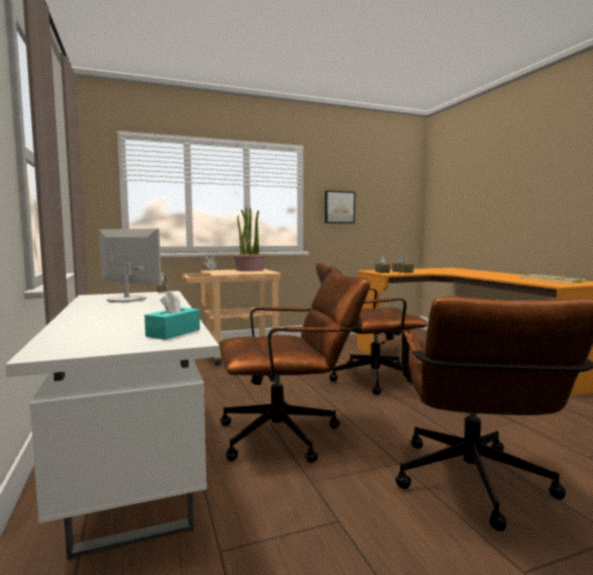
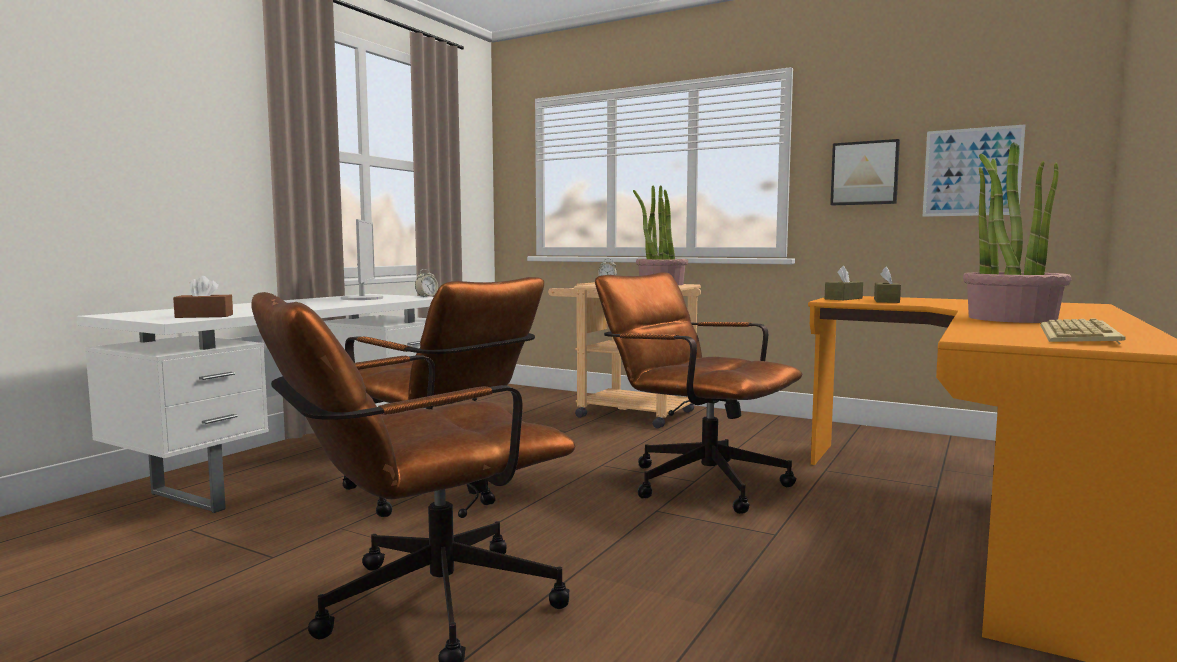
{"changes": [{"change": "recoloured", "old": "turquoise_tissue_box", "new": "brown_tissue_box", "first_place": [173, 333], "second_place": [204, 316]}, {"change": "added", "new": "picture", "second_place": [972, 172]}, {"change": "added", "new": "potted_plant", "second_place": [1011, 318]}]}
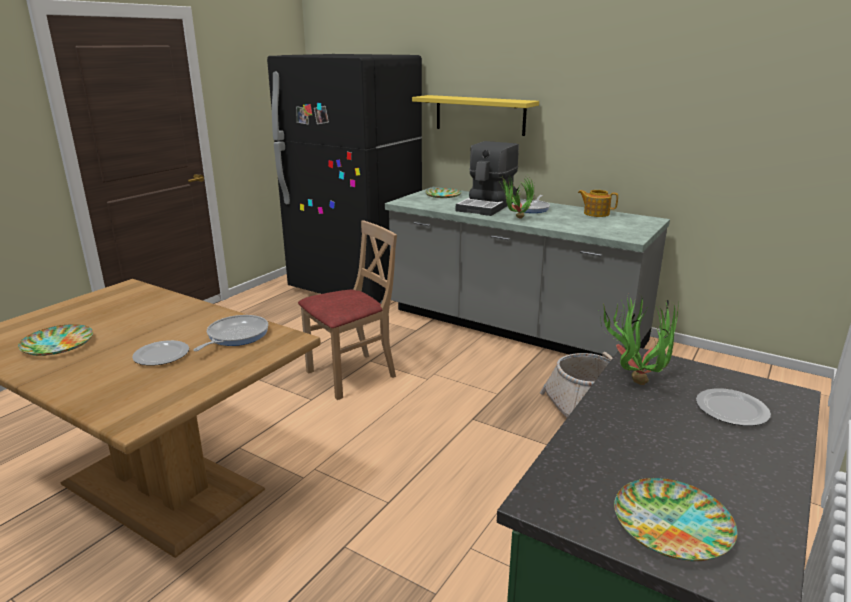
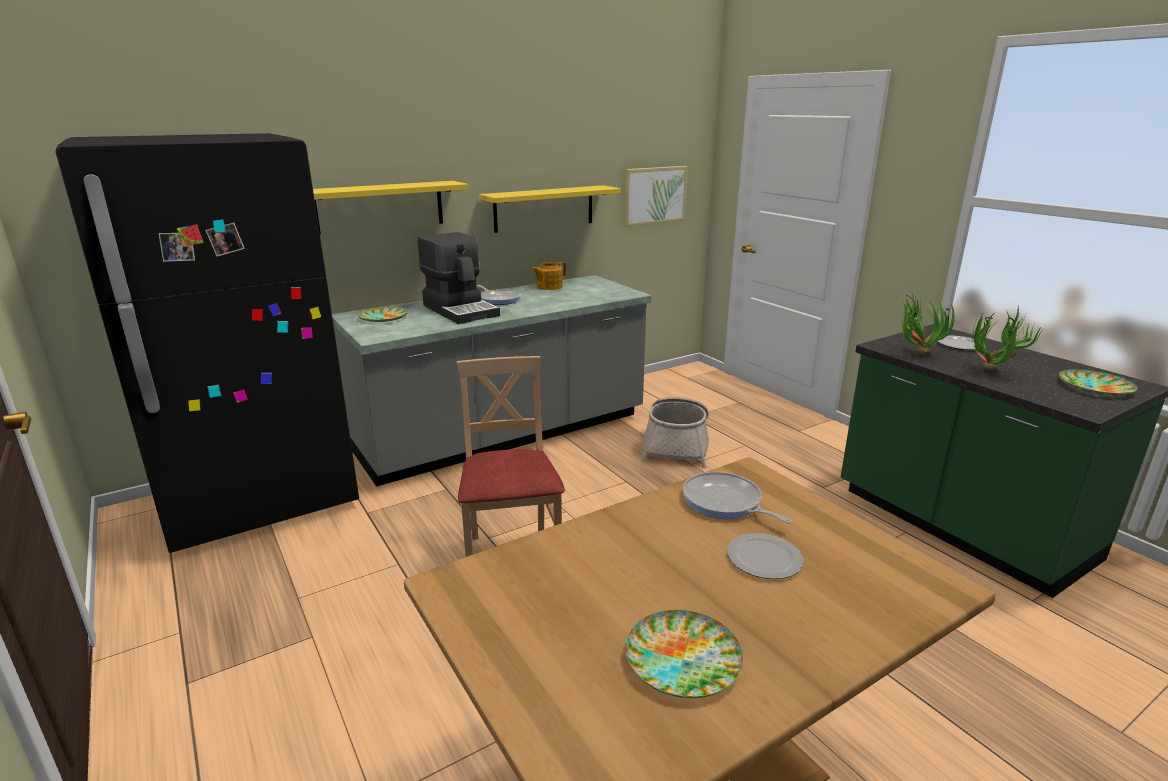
{"changes": [{"change": "added", "new": "yellow_shelf", "second_place": [544, 208]}, {"change": "added", "new": "picture", "second_place": [654, 195]}, {"change": "moved", "old": "potted_plant", "first_place": [515, 219], "second_place": [992, 373]}]}
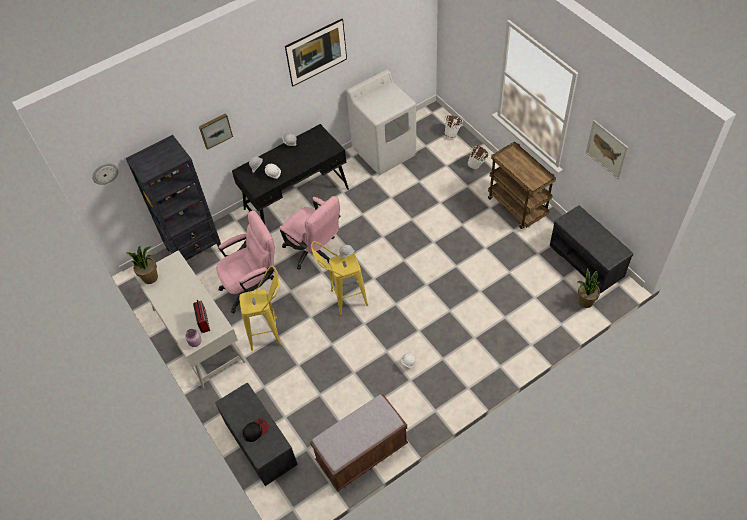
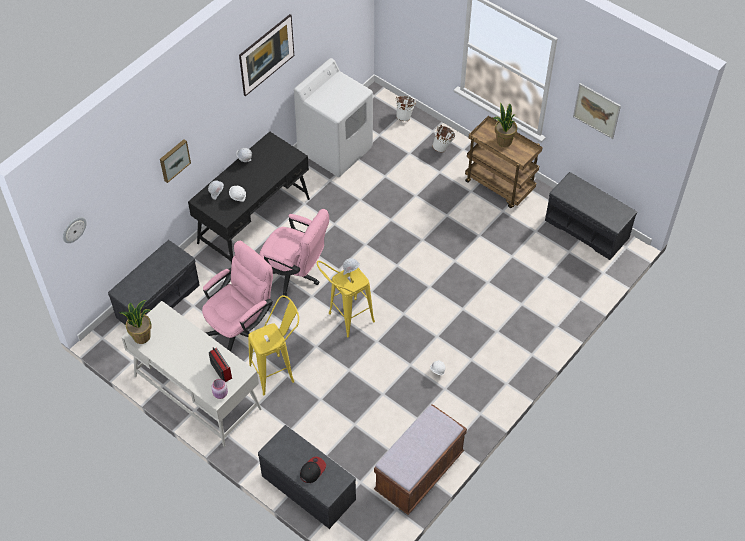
{"changes": [{"change": "replaced", "old": "black_bookcase", "new": "grey_bench", "first_place": [195, 250], "second_place": [158, 300]}, {"change": "moved", "old": "potted_plant", "first_place": [585, 301], "second_place": [503, 141]}]}
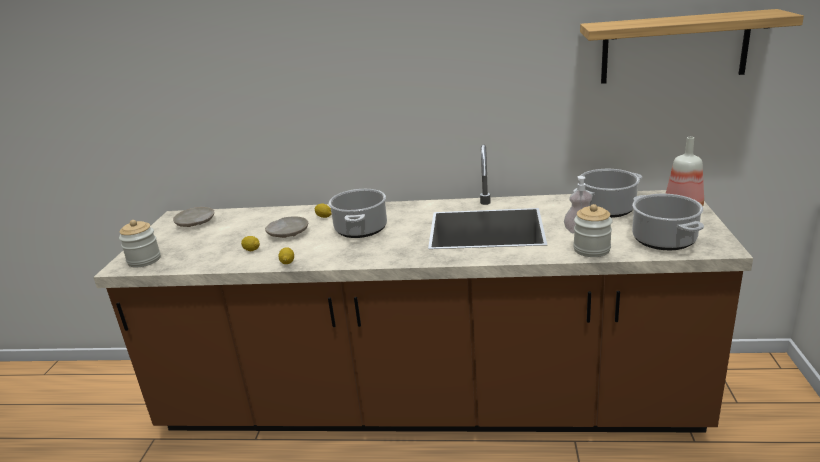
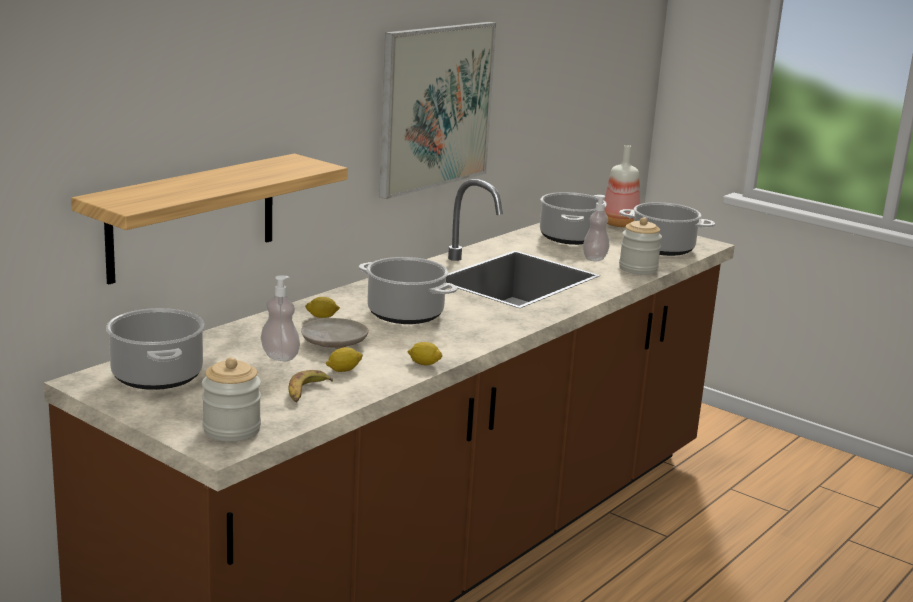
{"changes": [{"change": "moved", "old": "shelf", "first_place": [674, 48], "second_place": [192, 217]}, {"change": "replaced", "old": "beige_plate", "new": "cooking_pot", "first_place": [195, 223], "second_place": [158, 376]}, {"change": "added", "new": "soap_dispenser", "second_place": [280, 357]}, {"change": "added", "new": "banana", "second_place": [306, 392]}, {"change": "added", "new": "picture", "second_place": [435, 107]}]}
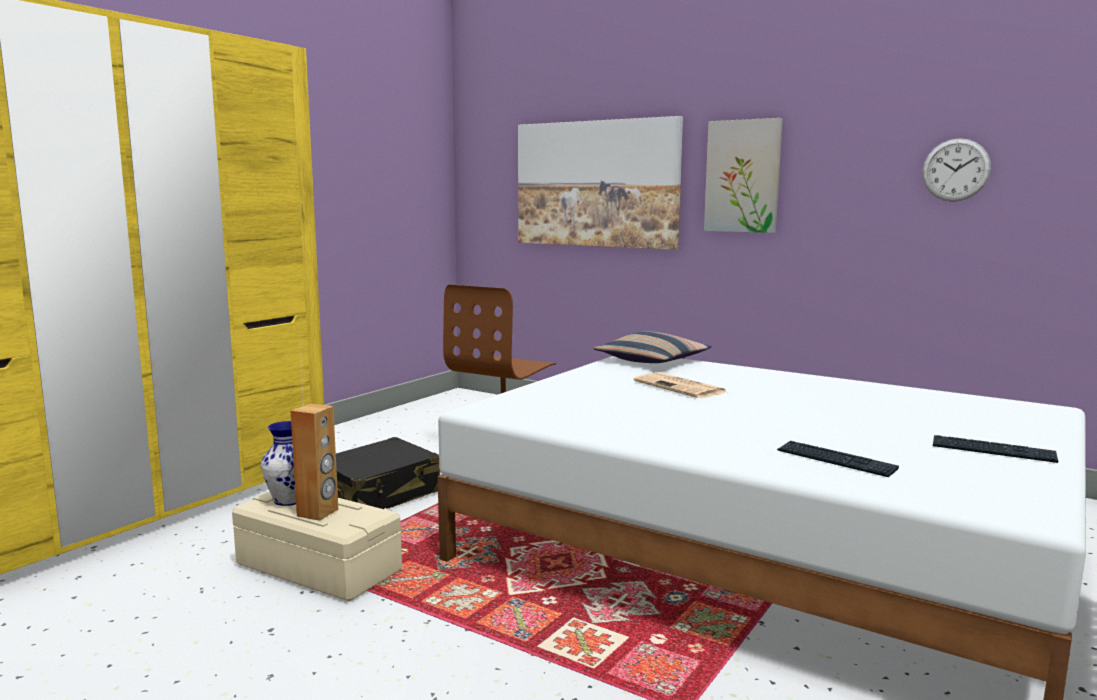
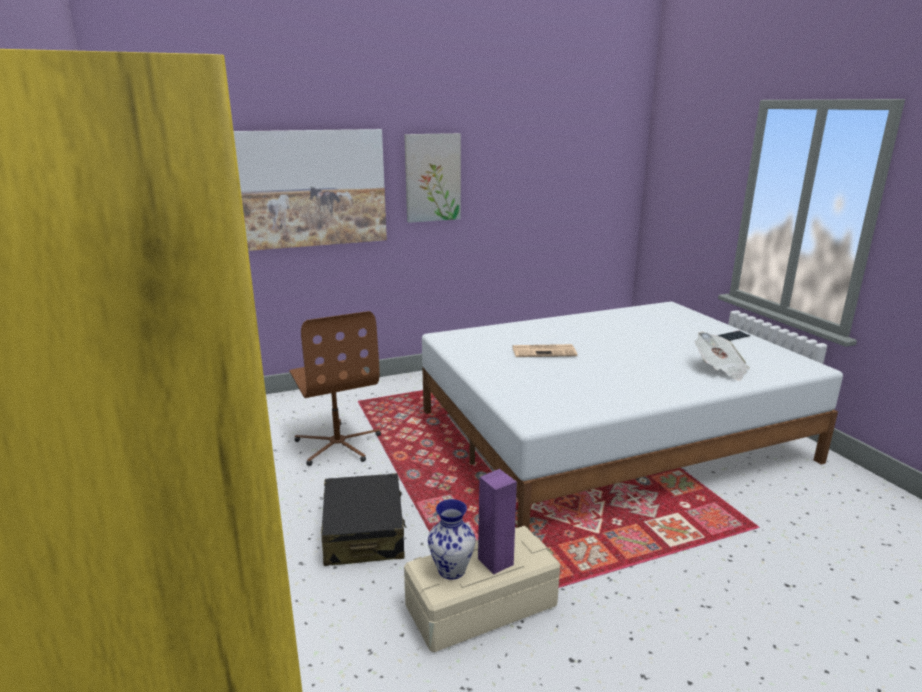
{"changes": [{"change": "recoloured", "old": "brown_speaker", "new": "purple_speaker", "first_place": [318, 513], "second_place": [496, 561]}, {"change": "replaced", "old": "keyboard", "new": "newspaper", "first_place": [835, 460], "second_place": [720, 369]}, {"change": "removed", "old": "pillow", "first_place": [652, 361]}, {"change": "removed", "old": "wall_clock", "first_place": [955, 170]}]}
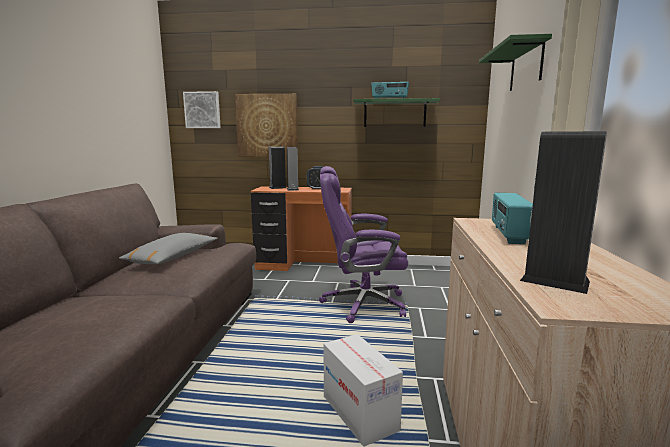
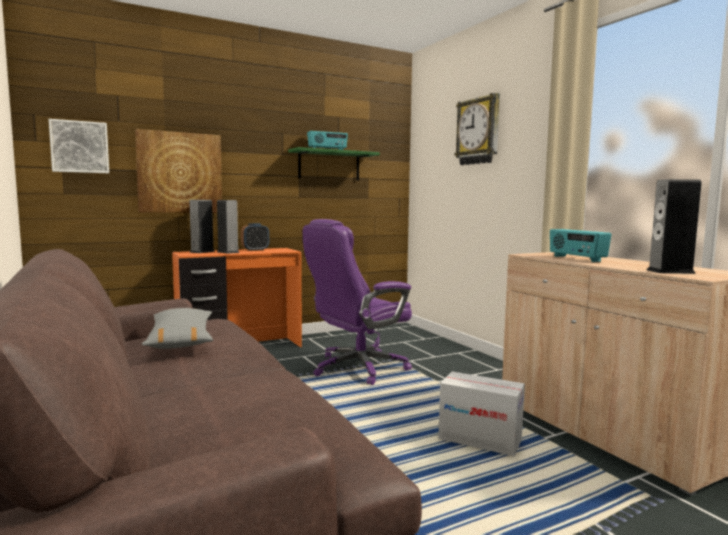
{"changes": [{"change": "replaced", "old": "green_shelf", "new": "wall_clock", "first_place": [526, 67], "second_place": [478, 131]}]}
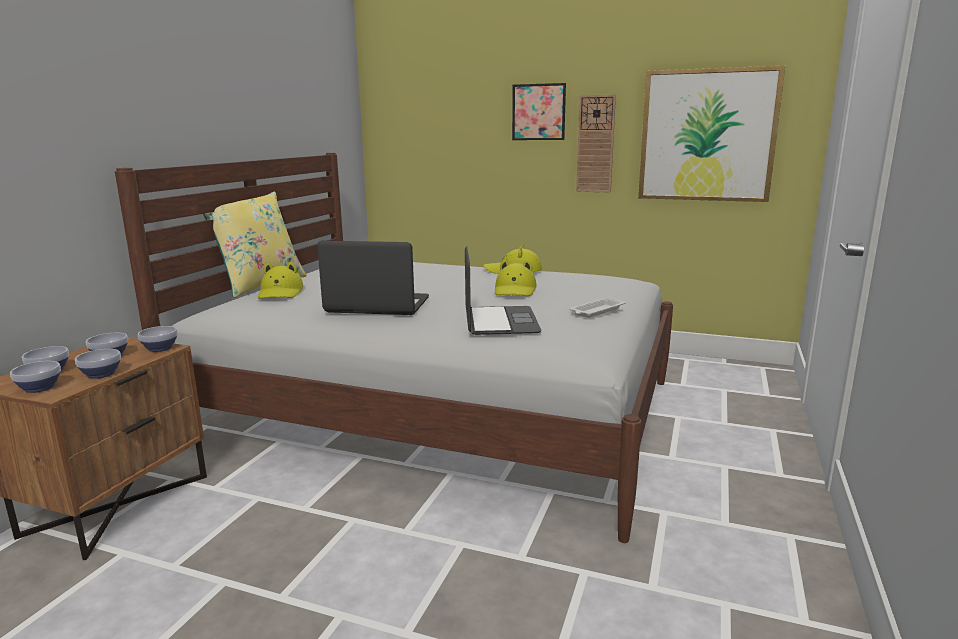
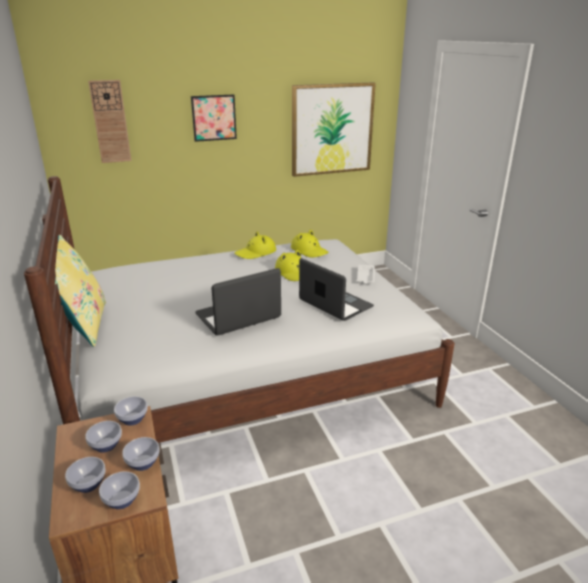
{"changes": [{"change": "moved", "old": "wall_clock", "first_place": [595, 144], "second_place": [110, 122]}, {"change": "moved", "old": "yellow_hat", "first_place": [280, 293], "second_place": [309, 251]}]}
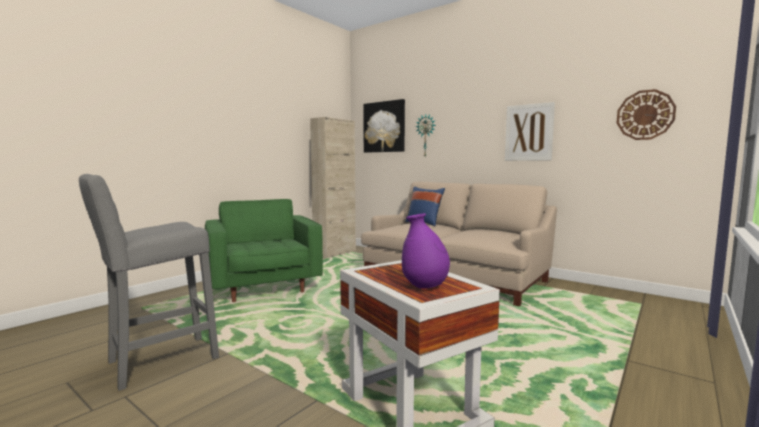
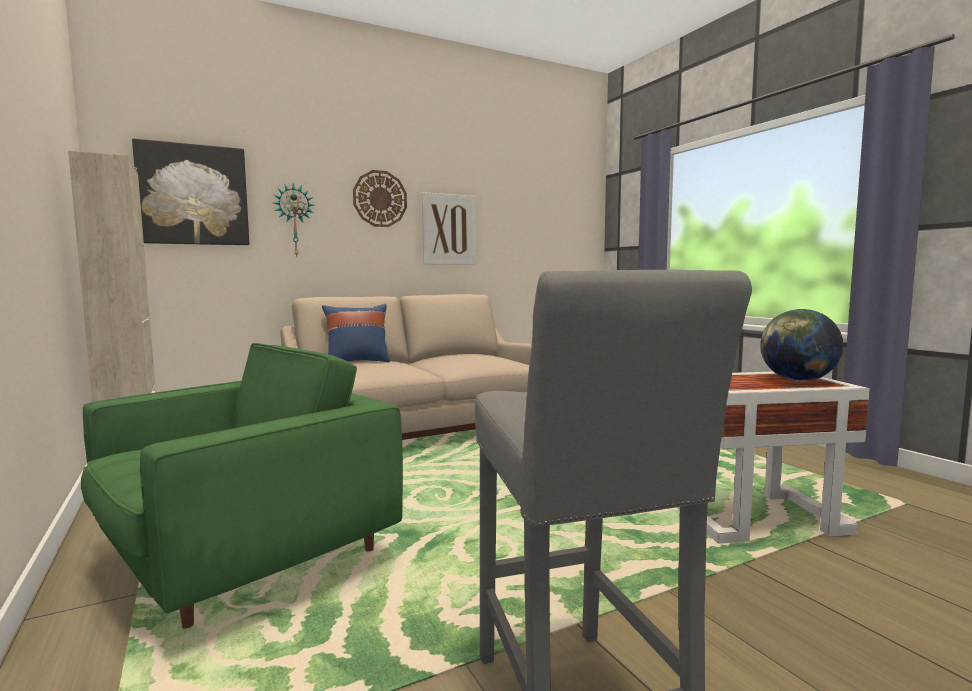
{"changes": [{"change": "turned", "old": "green_armchair", "first_place": [264, 287], "second_place": [244, 561], "degrees": 135}, {"change": "moved", "old": "wall_clock", "first_place": [645, 115], "second_place": [380, 199]}, {"change": "replaced", "old": "purple_vase", "new": "globe", "first_place": [425, 287], "second_place": [797, 381]}]}
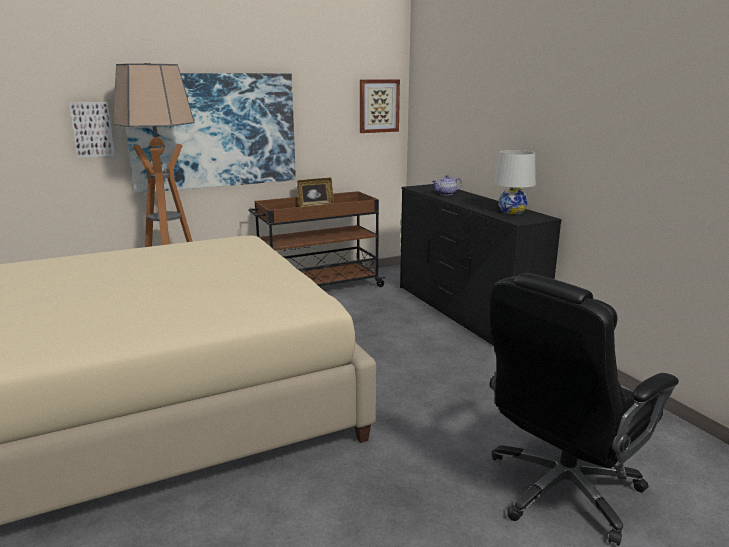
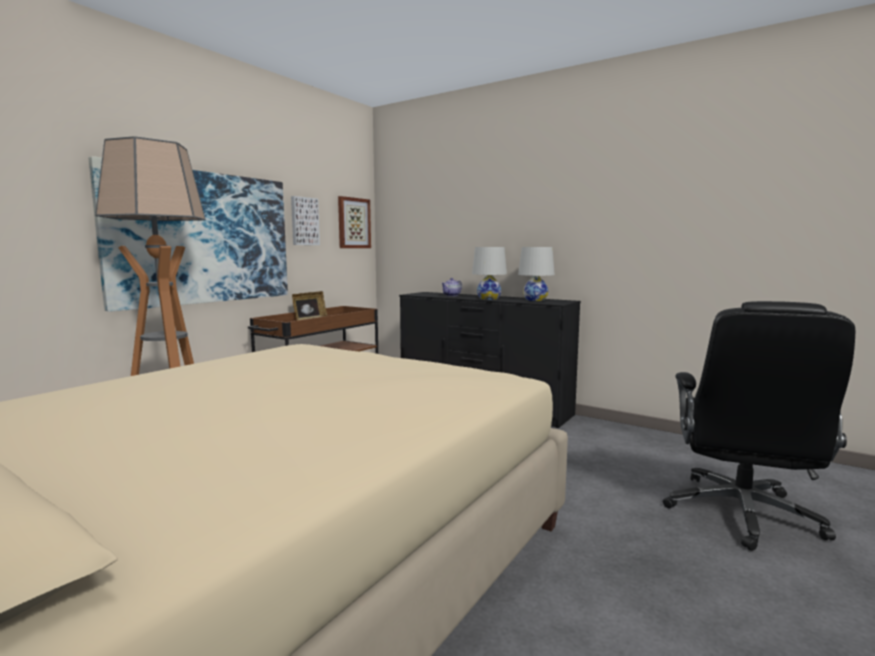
{"changes": [{"change": "moved", "old": "picture", "first_place": [92, 129], "second_place": [304, 221]}, {"change": "added", "new": "white_table_lamp", "second_place": [489, 298]}]}
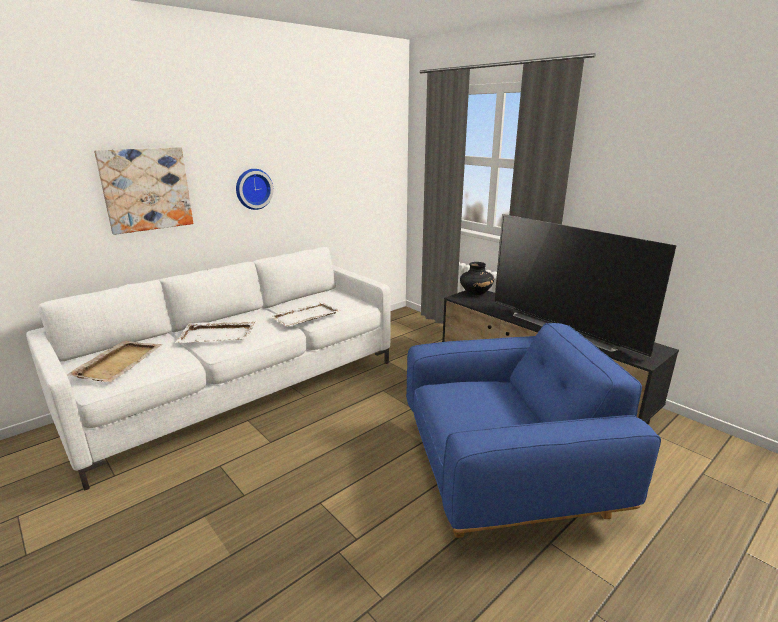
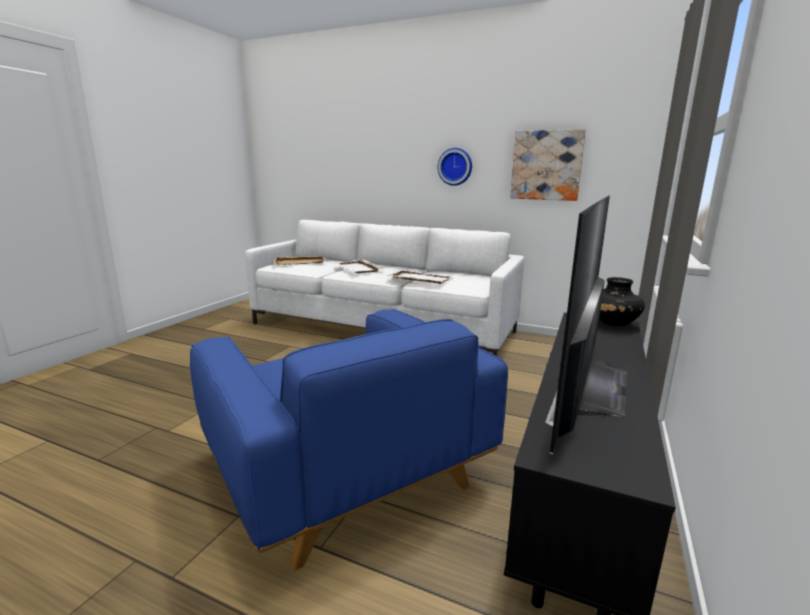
{"changes": [{"change": "moved", "old": "picture", "first_place": [146, 189], "second_place": [546, 165]}]}
